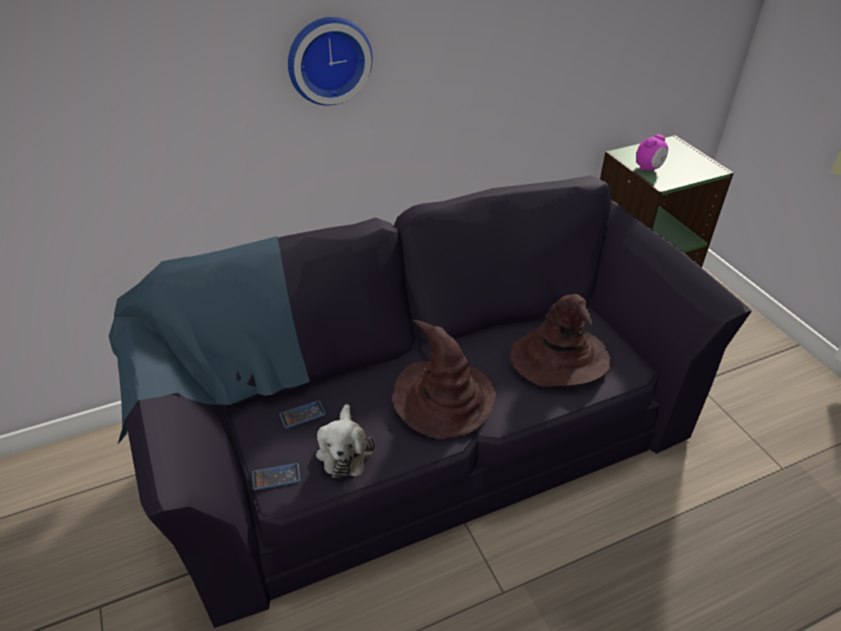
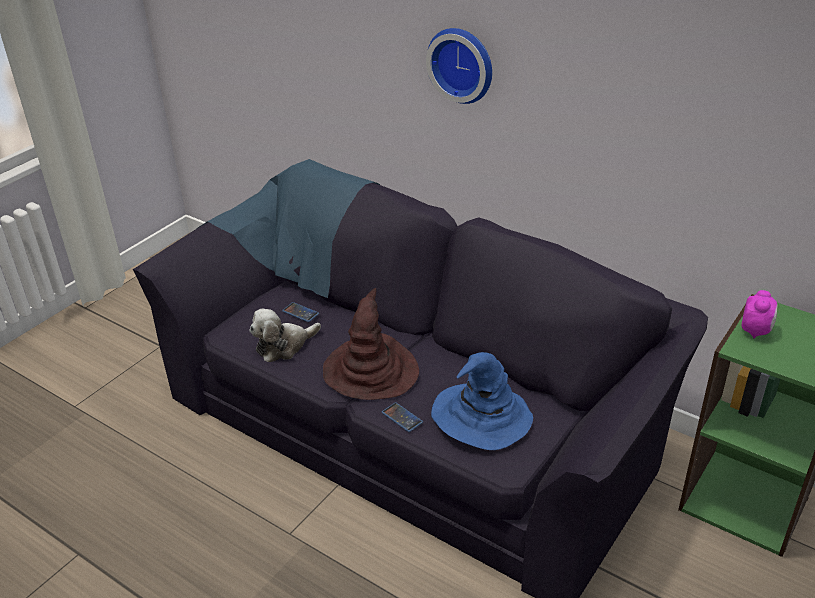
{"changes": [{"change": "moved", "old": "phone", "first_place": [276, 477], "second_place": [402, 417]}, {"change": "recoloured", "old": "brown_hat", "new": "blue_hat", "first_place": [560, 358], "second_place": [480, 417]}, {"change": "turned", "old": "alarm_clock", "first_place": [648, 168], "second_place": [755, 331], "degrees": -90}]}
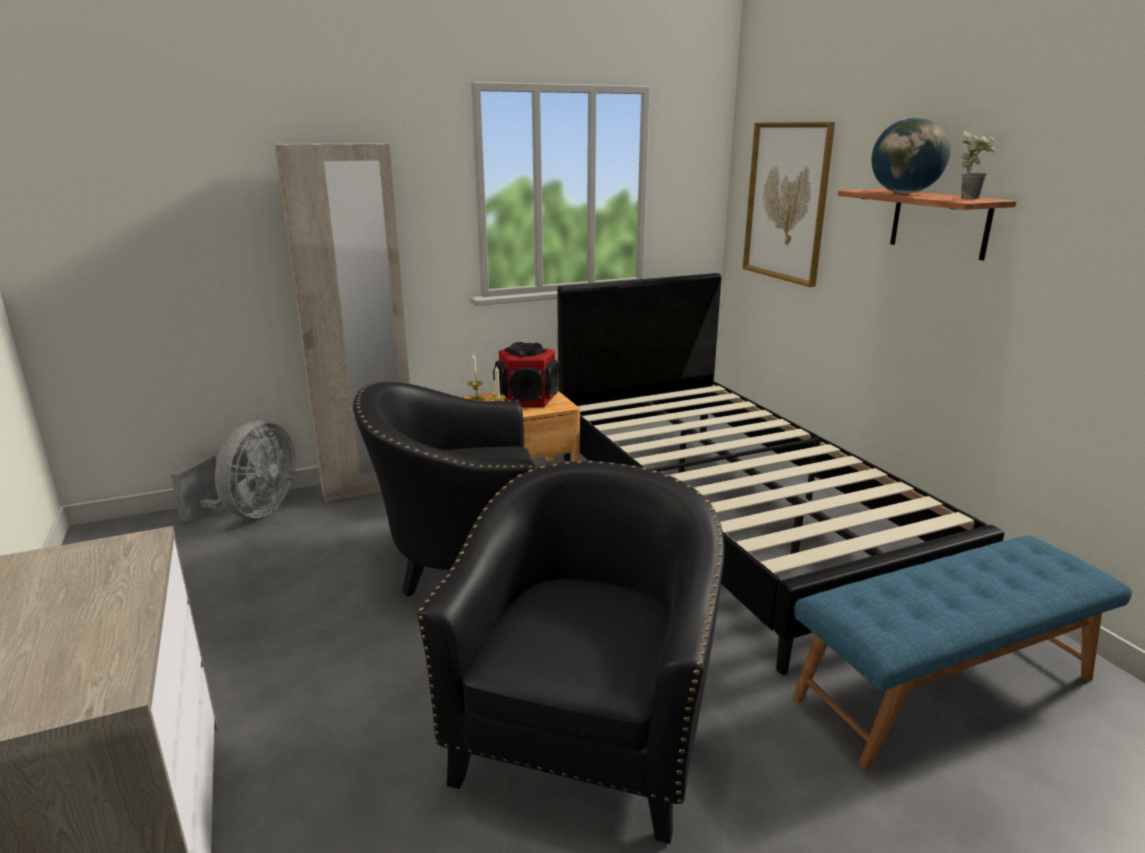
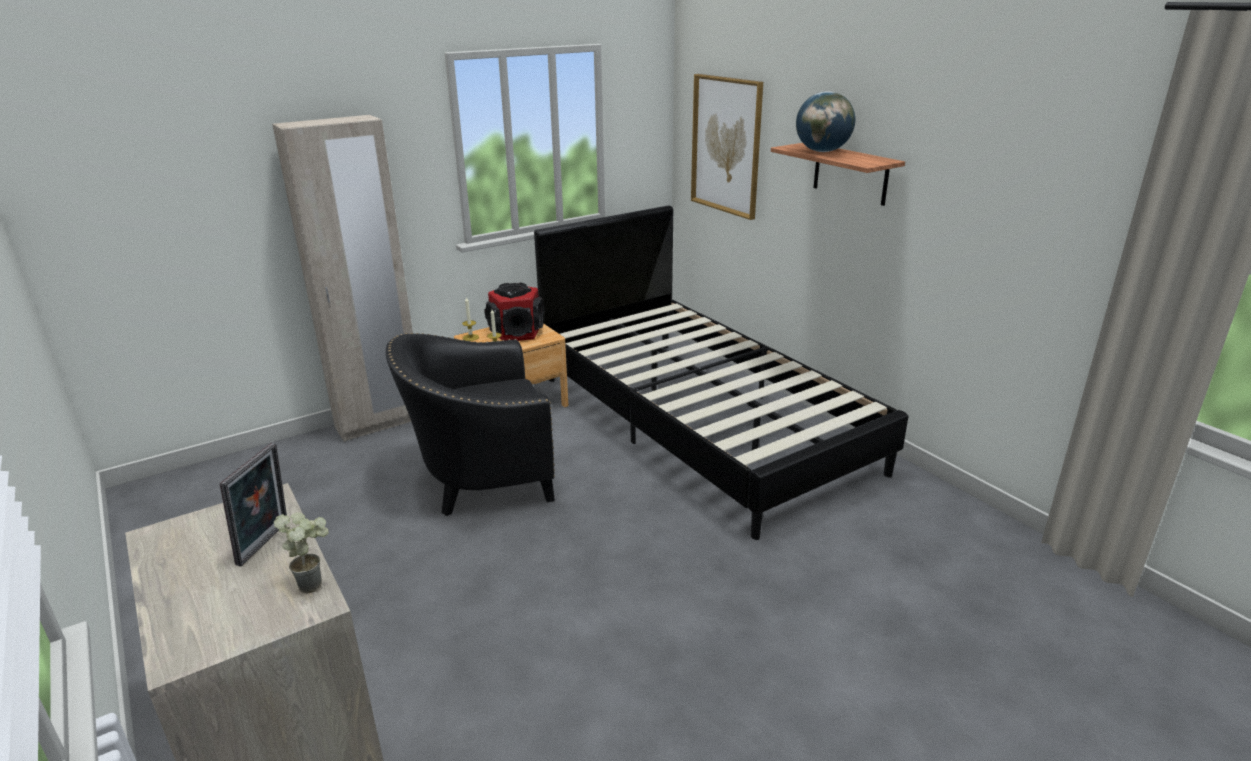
{"changes": [{"change": "added", "new": "picture_frame", "second_place": [266, 543]}, {"change": "moved", "old": "potted_plant", "first_place": [970, 198], "second_place": [315, 582]}, {"change": "removed", "old": "grey_fan", "first_place": [251, 512]}, {"change": "removed", "old": "black_armchair", "first_place": [585, 735]}, {"change": "removed", "old": "blue_bench", "first_place": [943, 686]}]}
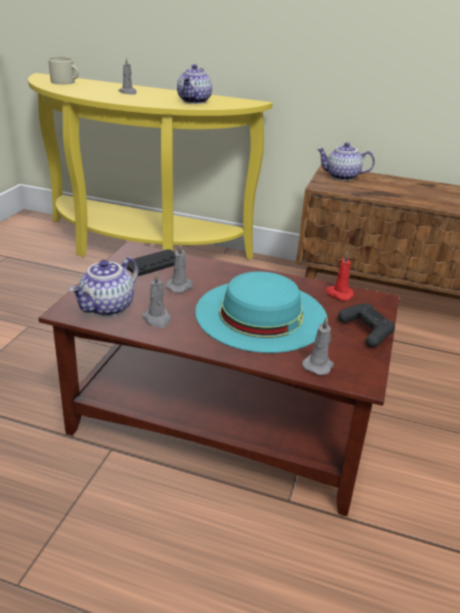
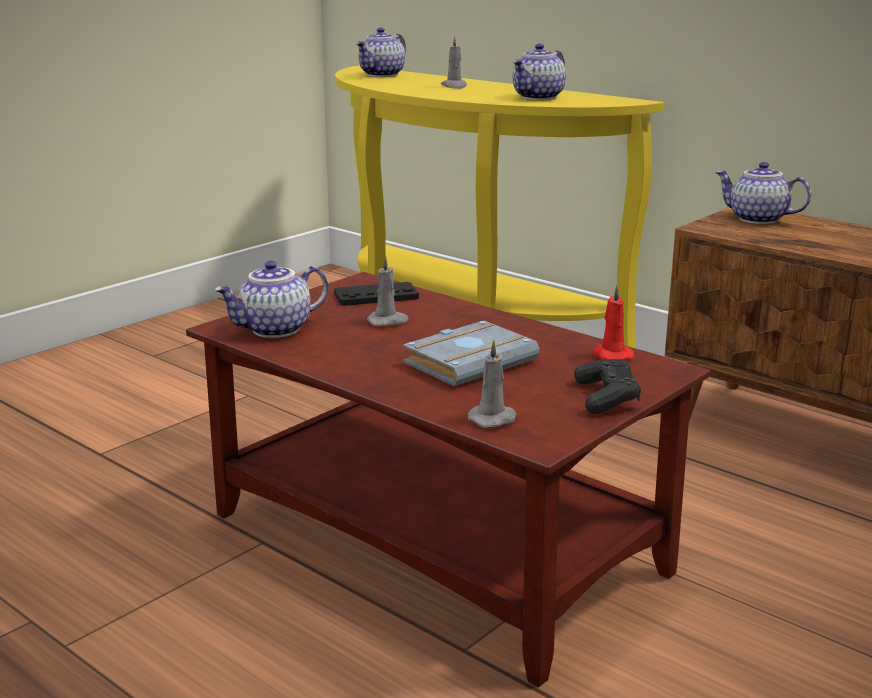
{"changes": [{"change": "replaced", "old": "beige_mug", "new": "teapot", "first_place": [65, 82], "second_place": [382, 75]}, {"change": "replaced", "old": "turquoise_hat", "new": "grey_book", "first_place": [261, 314], "second_place": [470, 361]}, {"change": "removed", "old": "grey_candle", "first_place": [157, 319]}]}
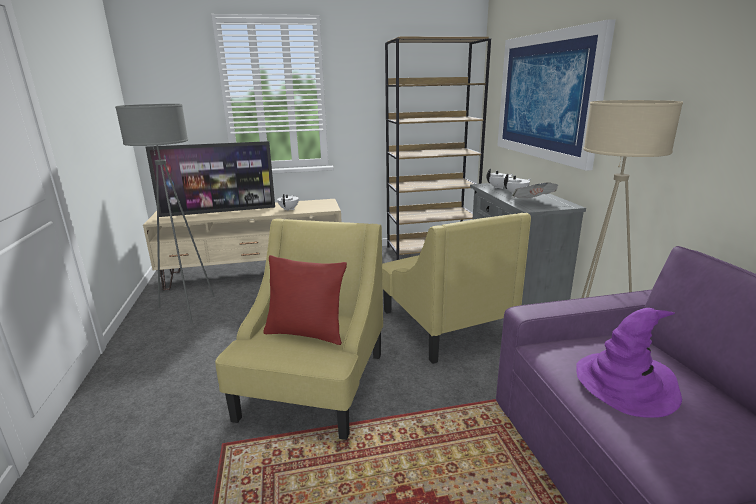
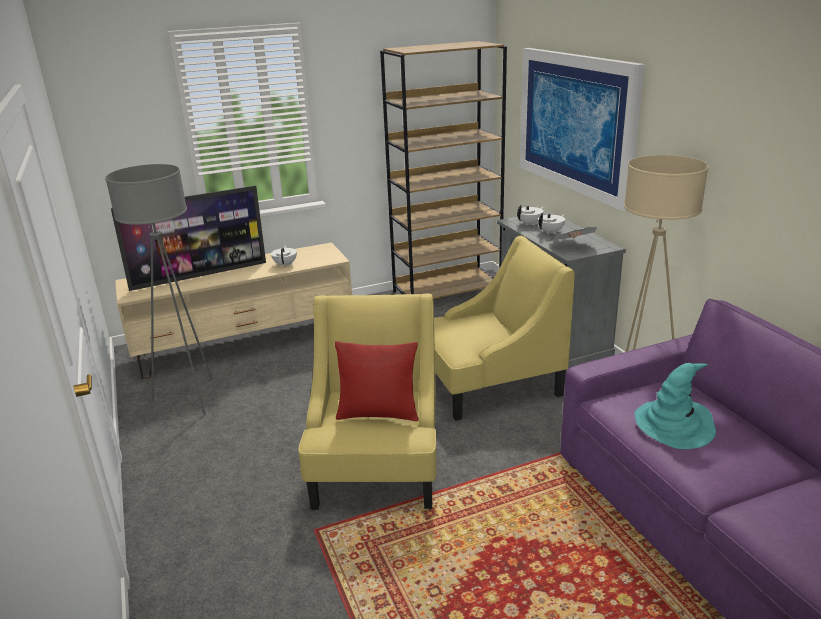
{"changes": [{"change": "turned", "old": "yellow_armchair", "first_place": [444, 324], "second_place": [489, 383], "degrees": -75}, {"change": "recoloured", "old": "purple_hat", "new": "turquoise_hat", "first_place": [626, 384], "second_place": [674, 425]}]}
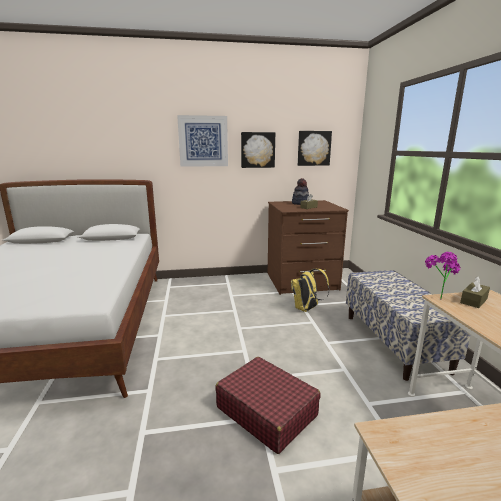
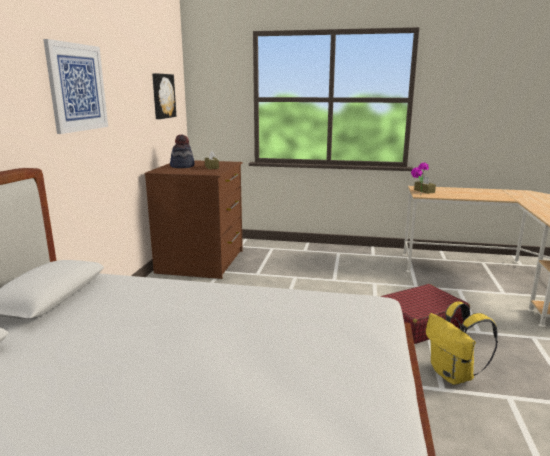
{"changes": [{"change": "moved", "old": "yellow_backpack", "first_place": [306, 309], "second_place": [453, 375]}, {"change": "removed", "old": "picture", "first_place": [257, 150]}, {"change": "removed", "old": "bench", "first_place": [394, 342]}]}
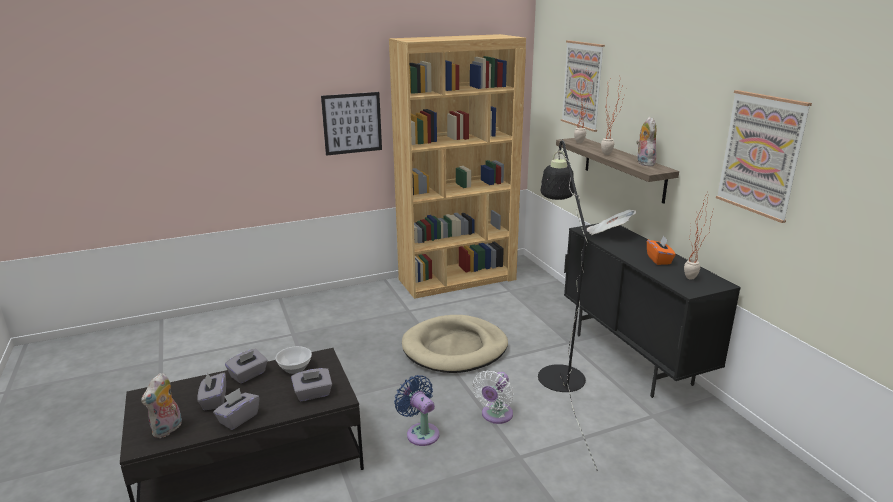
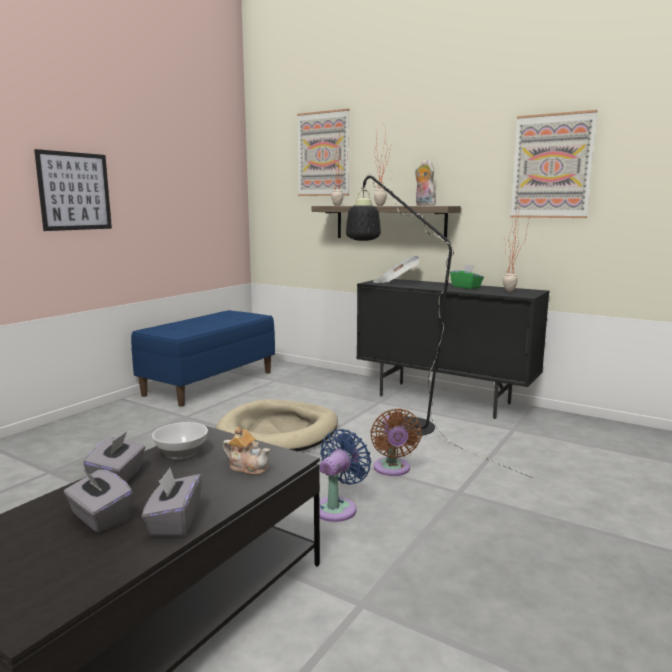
{"changes": [{"change": "replaced", "old": "brown_bookcase", "new": "blue_bench", "first_place": [457, 279], "second_place": [210, 383]}, {"change": "replaced", "old": "grey_tissue_box", "new": "teapot", "first_place": [313, 394], "second_place": [248, 467]}, {"change": "turned", "old": "blue_fan", "first_place": [420, 432], "second_place": [338, 507], "degrees": 105}, {"change": "recoloured", "old": "white_fan", "new": "brown_fan", "first_place": [495, 416], "second_place": [392, 469]}, {"change": "recoloured", "old": "orange_tissue_box", "new": "green_tissue_box", "first_place": [659, 260], "second_place": [466, 287]}, {"change": "removed", "old": "plush_toy", "first_place": [168, 430]}]}
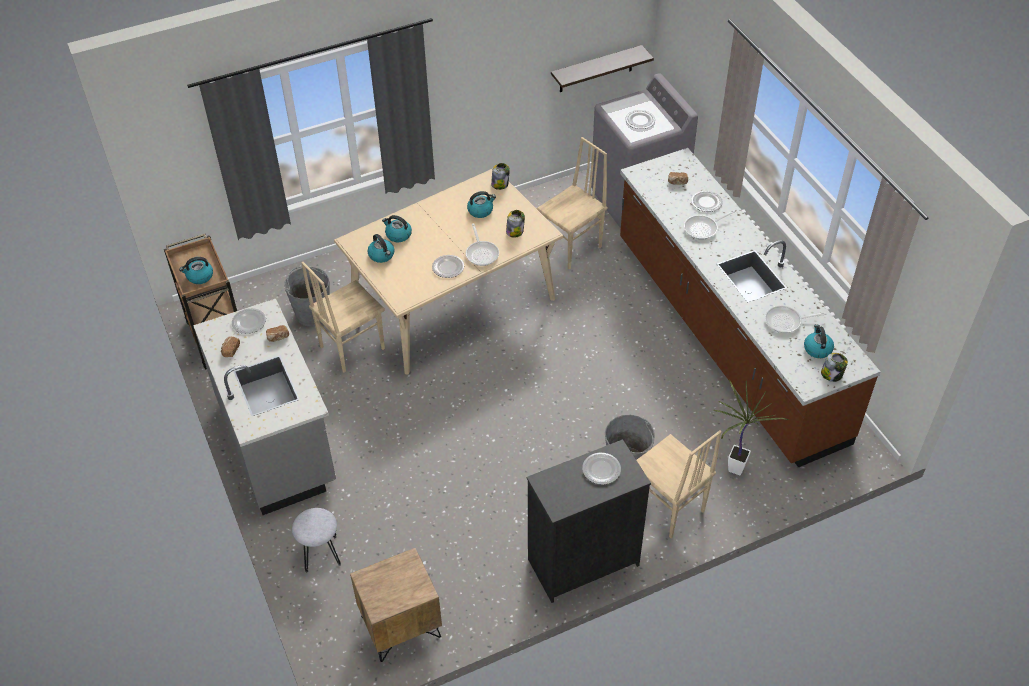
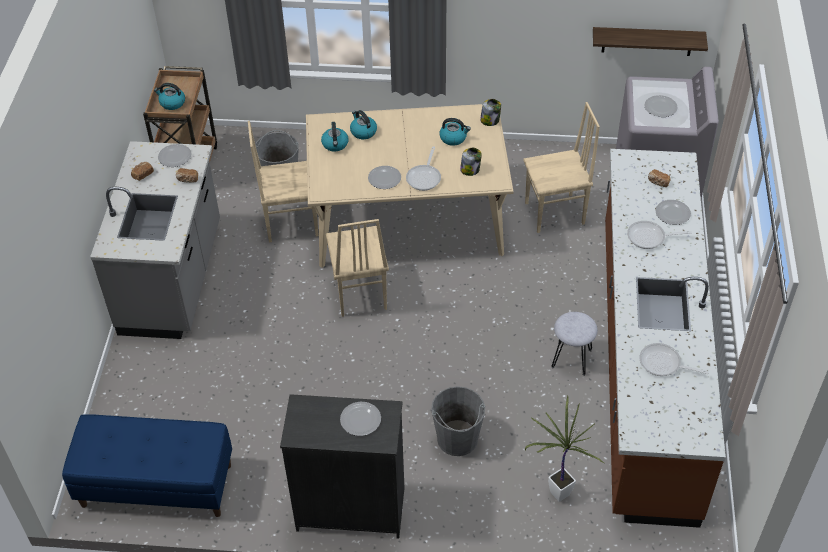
{"changes": [{"change": "replaced", "old": "brown_nightstand", "new": "blue_bench", "first_place": [401, 627], "second_place": [156, 486]}, {"change": "moved", "old": "beige_chair", "first_place": [667, 508], "second_place": [359, 294]}, {"change": "moved", "old": "grey_stool", "first_place": [321, 553], "second_place": [572, 358]}, {"change": "removed", "old": "kettle", "first_place": [817, 349]}, {"change": "removed", "old": "jar", "first_place": [832, 374]}]}
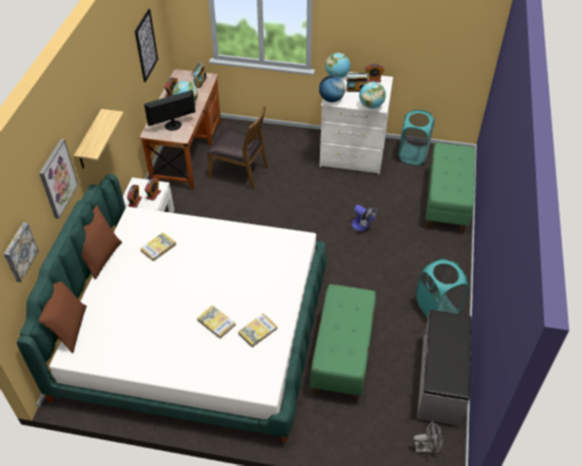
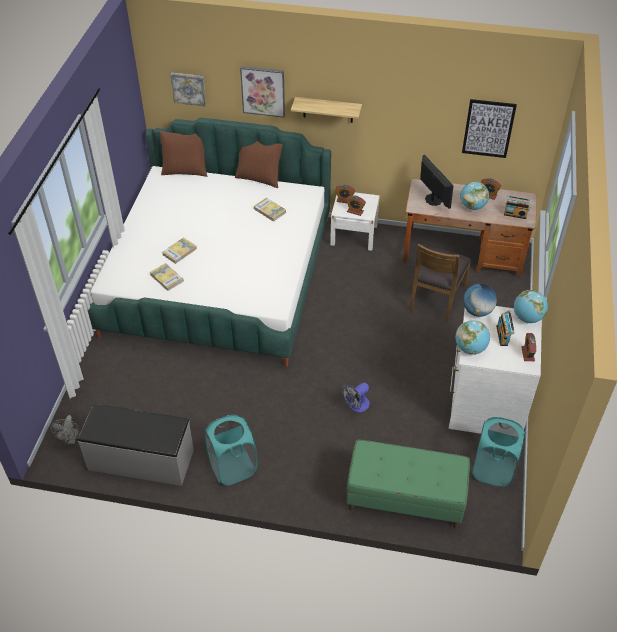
{"changes": [{"change": "removed", "old": "green_bench", "first_place": [342, 355]}]}
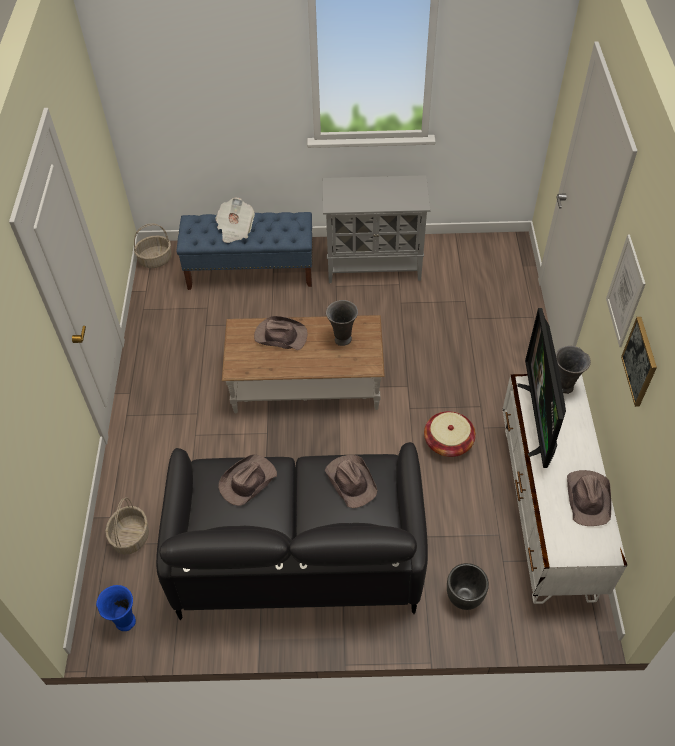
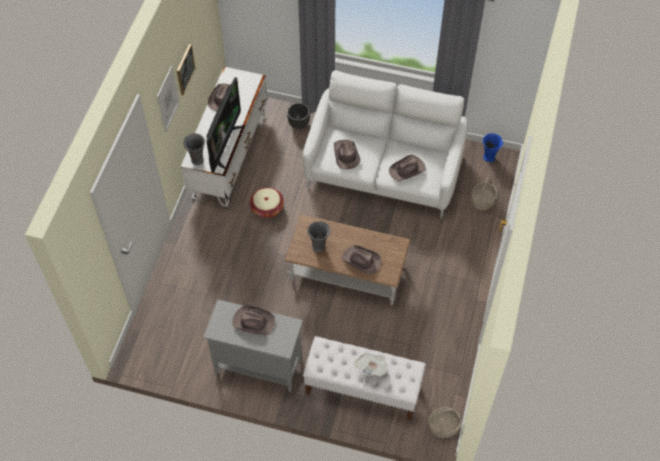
{"changes": [{"change": "added", "new": "brown_hat", "second_place": [253, 321]}, {"change": "recoloured", "old": "black_sofa", "new": "white_sofa", "first_place": [297, 549], "second_place": [383, 170]}, {"change": "recoloured", "old": "blue_bench", "new": "white_bench", "first_place": [251, 271], "second_place": [362, 389]}]}
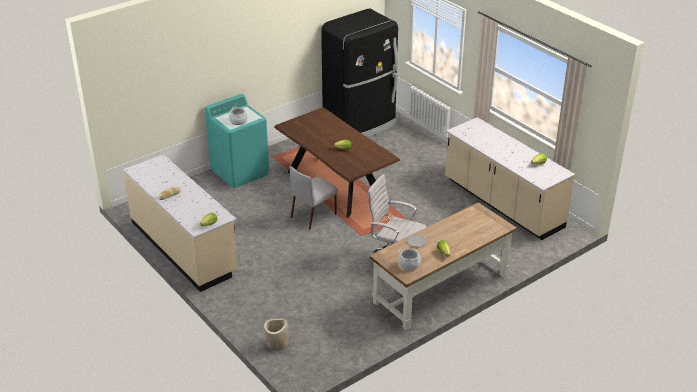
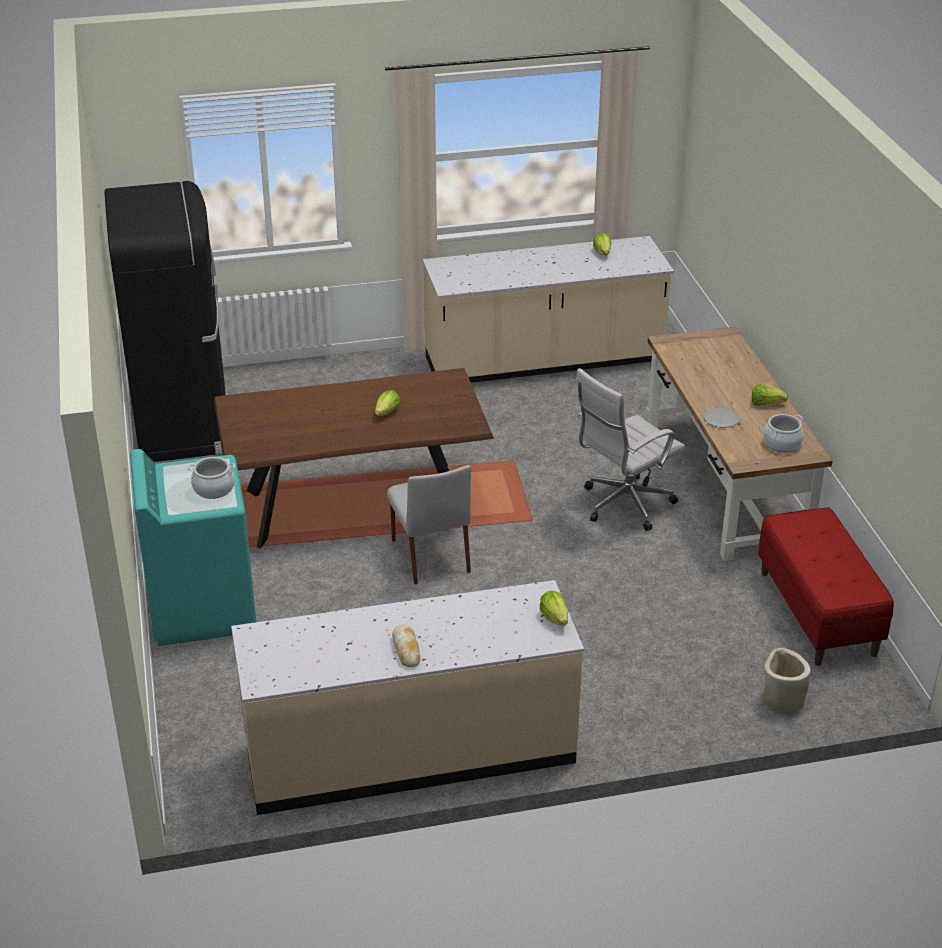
{"changes": [{"change": "added", "new": "red_bench", "second_place": [818, 613]}]}
